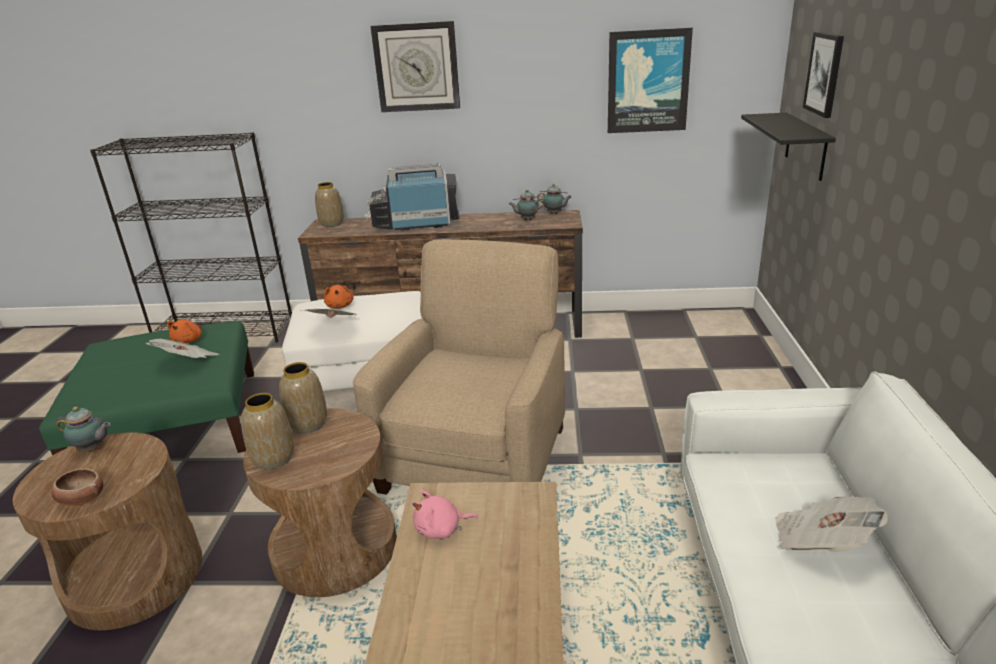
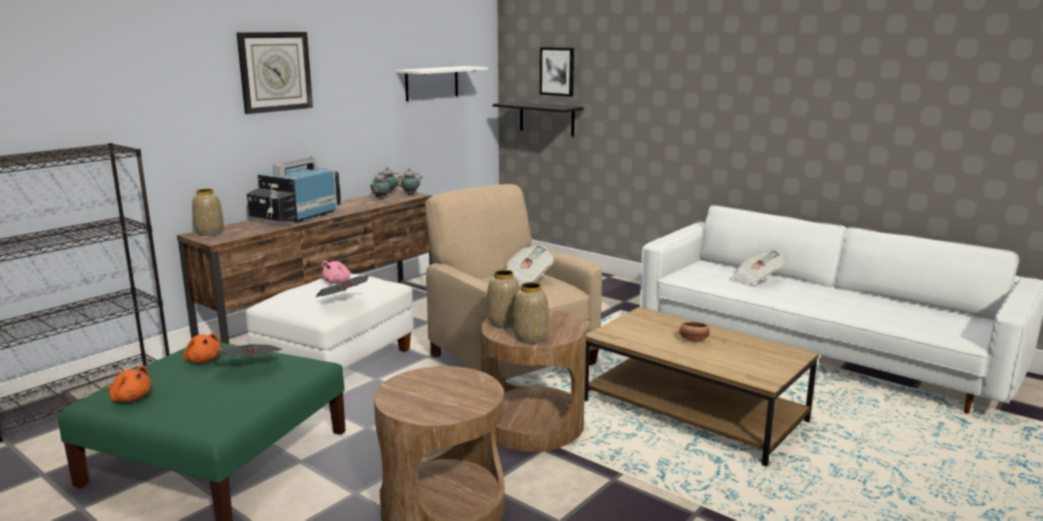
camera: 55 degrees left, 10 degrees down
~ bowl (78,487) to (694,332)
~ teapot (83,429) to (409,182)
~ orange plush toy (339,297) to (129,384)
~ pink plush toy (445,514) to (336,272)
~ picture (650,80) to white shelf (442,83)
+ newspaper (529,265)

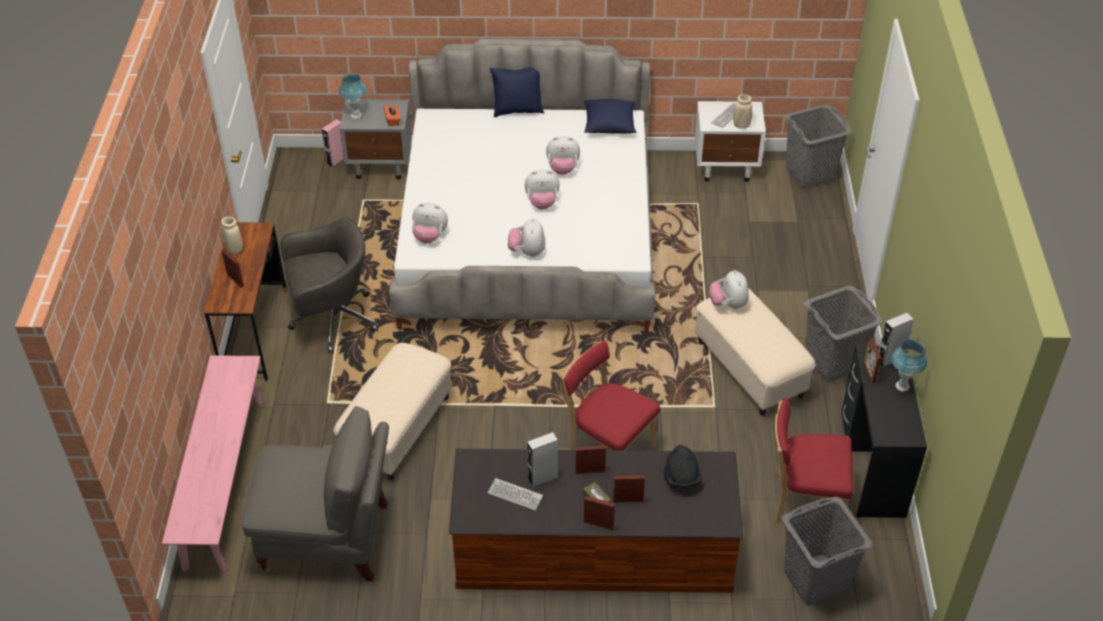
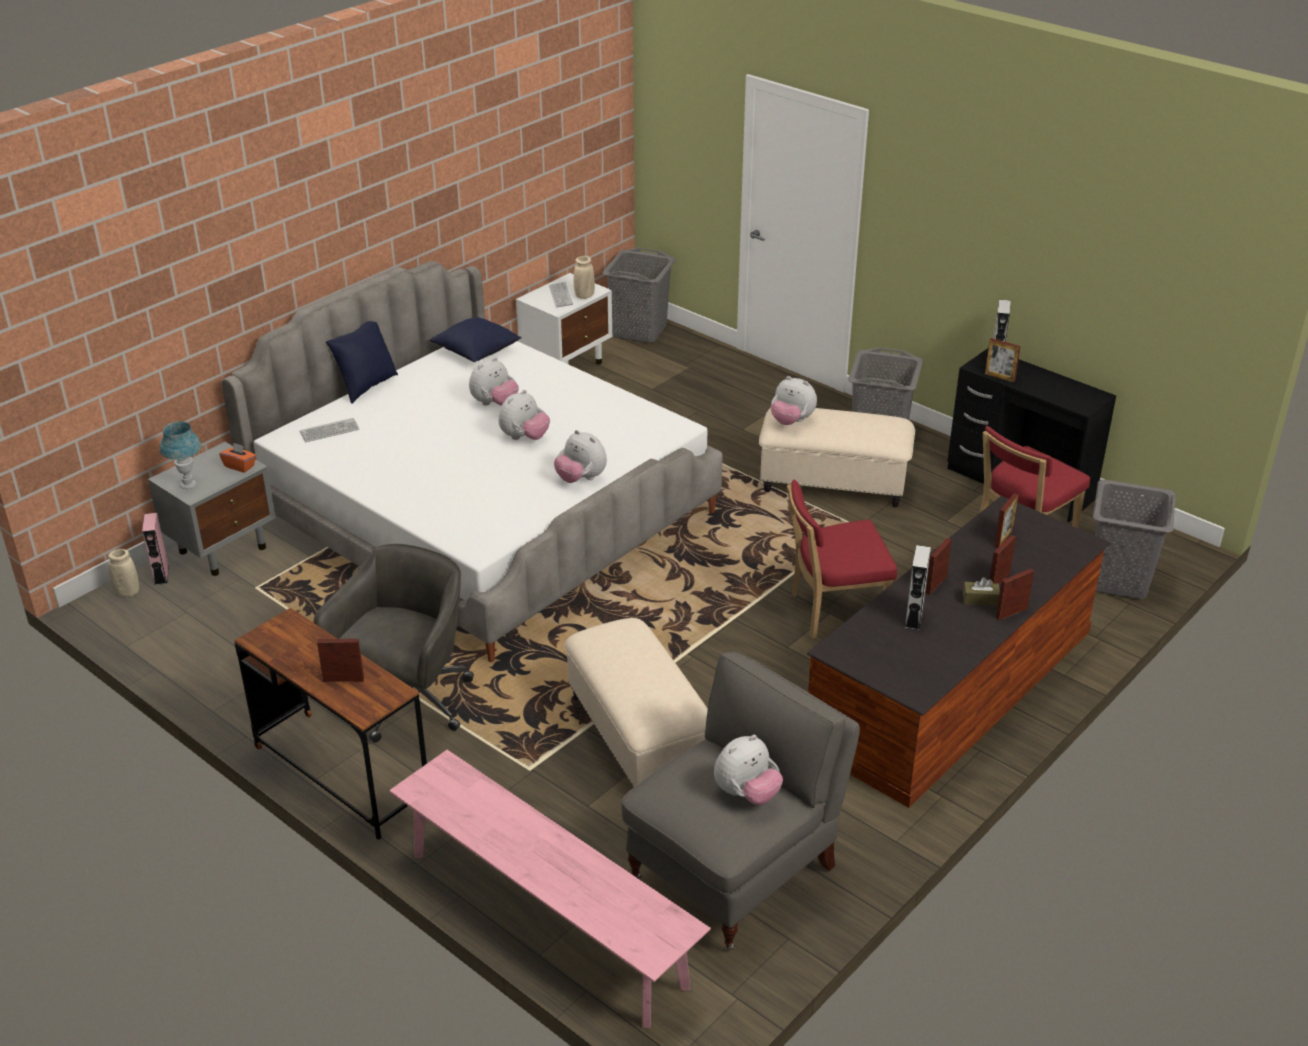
camera: 50 degrees left, 10 degrees down
~ beige vase (232,235) to (123,573)
~ plush toy (430,223) to (748,770)
~ keyboard (515,494) to (329,430)
~ black hat (682,467) to picture frame (1006,520)
- blue table lamp (909,365)

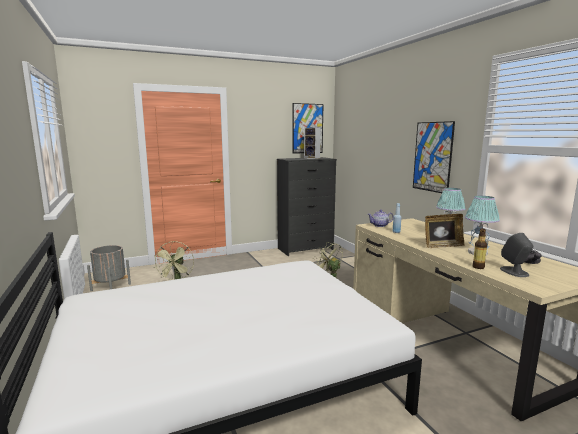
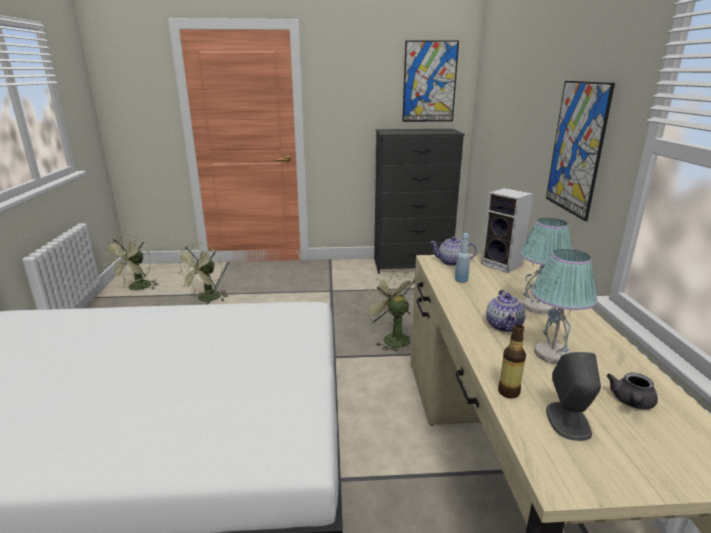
camera: 20 degrees right, 10 degrees up
~ grey planter (109,268) to green fan (131,261)
~ speaker (312,143) to (507,230)
~ picture frame (445,231) to teapot (505,311)

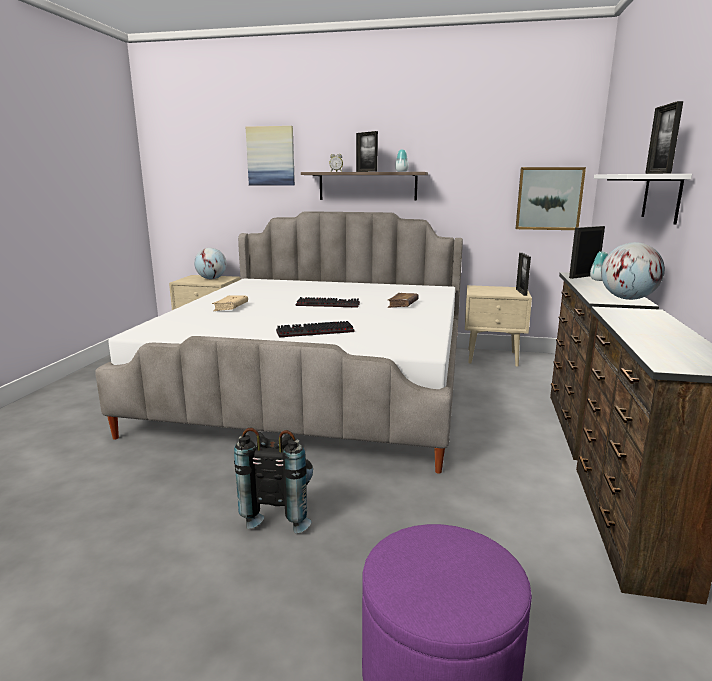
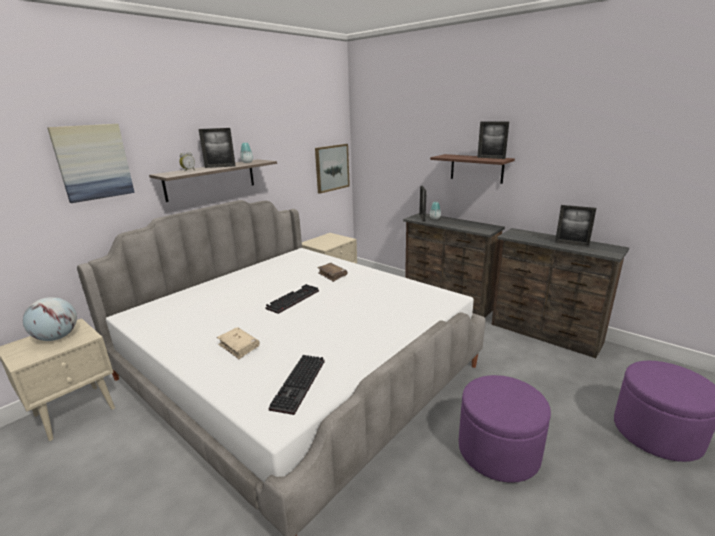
camera: 60 degrees left, 5 degrees up
~ black backpack (273,480) to purple ottoman (505,429)
~ keyboard (315,329) to (297,385)
~ picture frame (523,274) to (575,226)
~ white shelf (643,199) to brown shelf (472,169)
- globe (633,271)

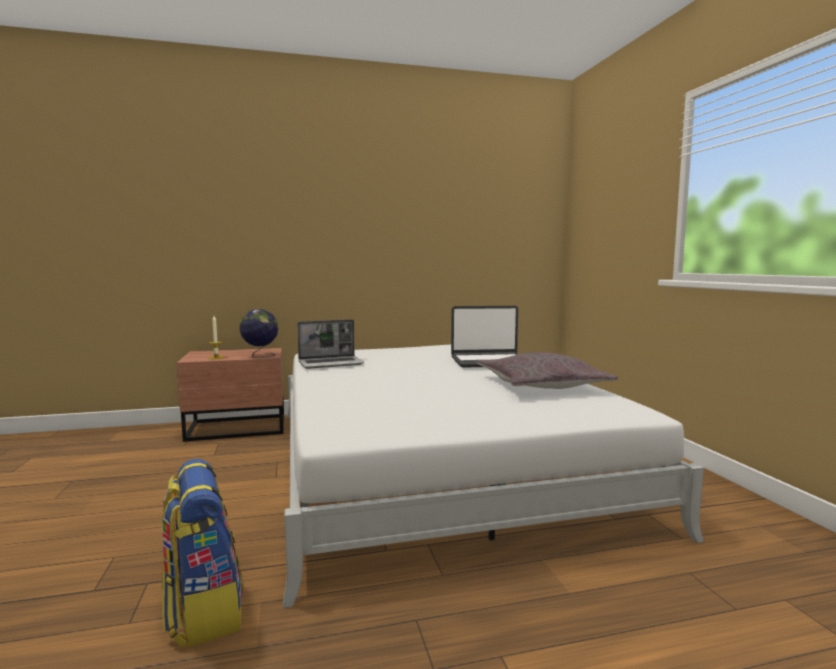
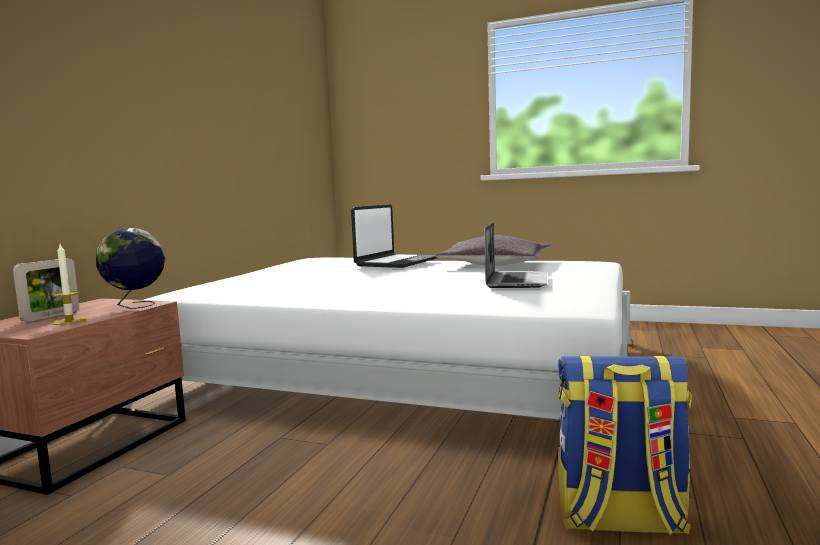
camera: 55 degrees left, 0 degrees up
~ laptop (330,344) to (516,255)
+ picture frame (46,290)

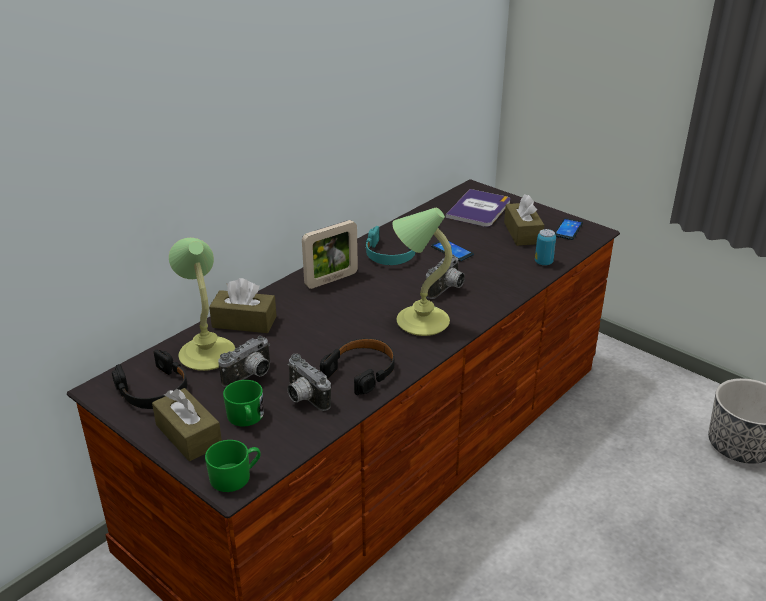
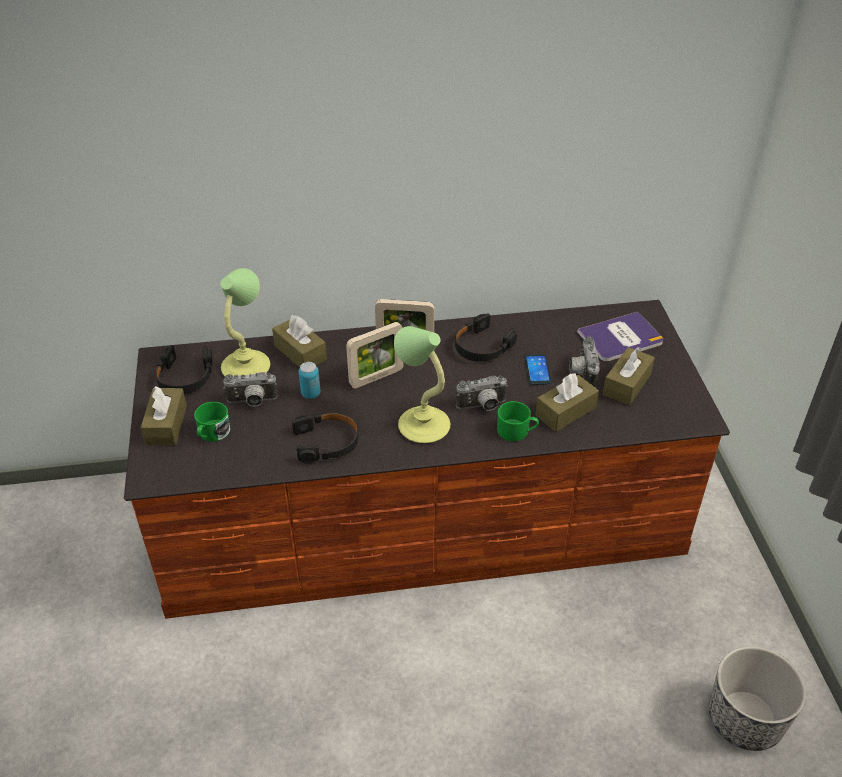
camera: 40 degrees right, 10 degrees up
~ green mug (233,466) to (518,421)
~ photo camera (309,382) to (584,361)
~ turquoise headphones (390,245) to black headphones (486,337)
~ can (545,247) to (309,380)
- phone (569,229)
+ picture frame (375,355)
+ brown tissue box (567,402)

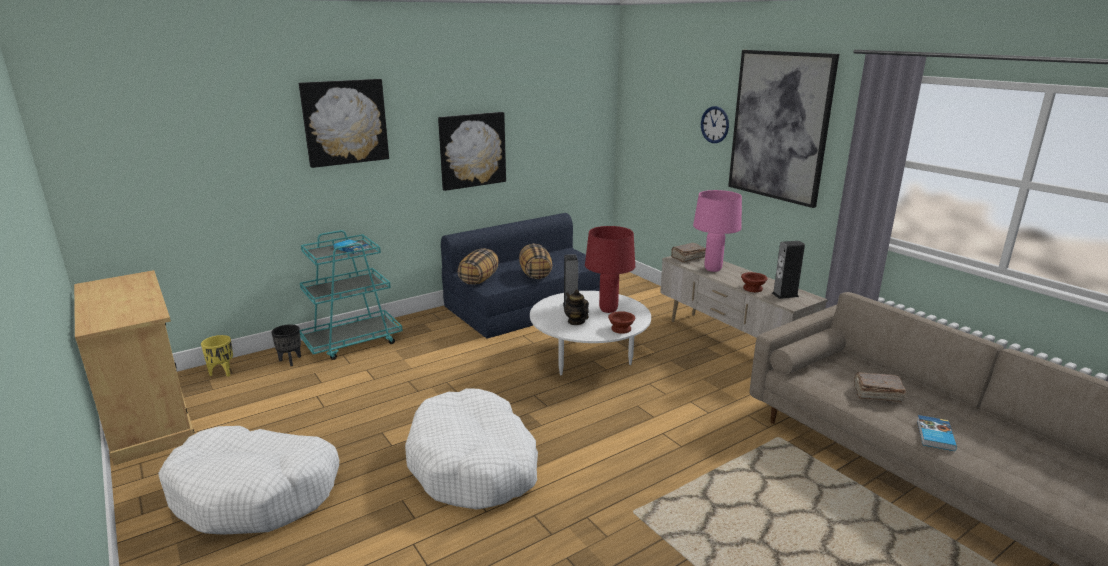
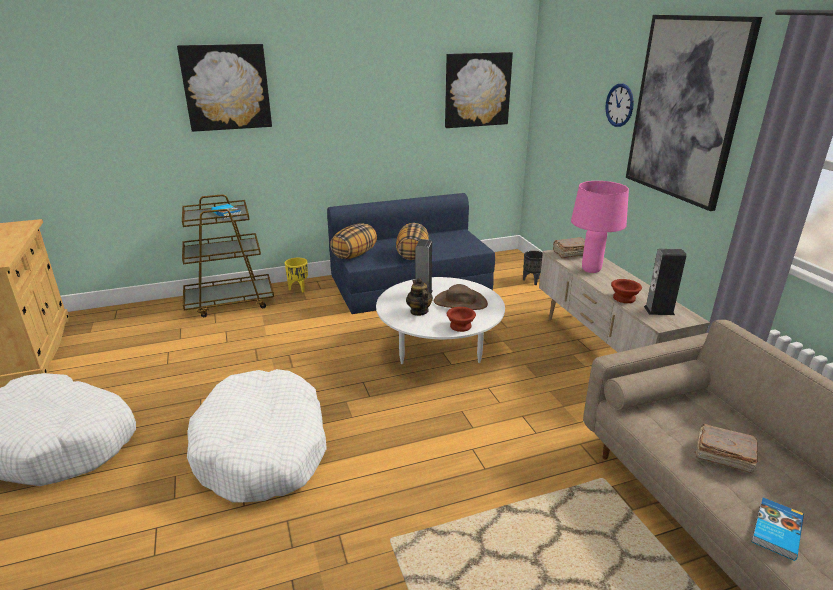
camera: 15 degrees right, 5 degrees up
~ yellow planter (217,356) to (296,275)
~ black planter (286,345) to (533,268)
~ turquoise cart (351,295) to brown cart (228,255)
~ picture (472,151) to (479,90)
~ red table lamp (610,269) to brown hat (461,297)

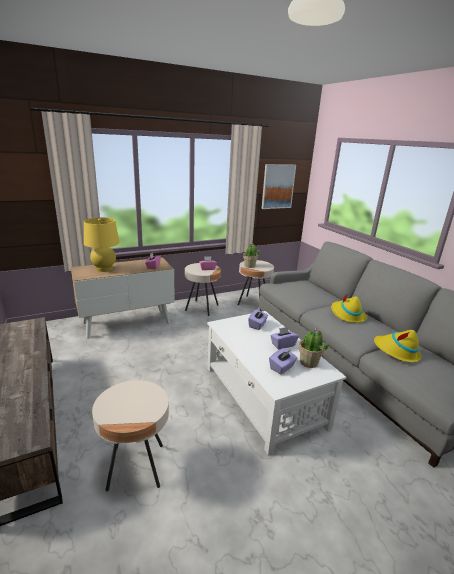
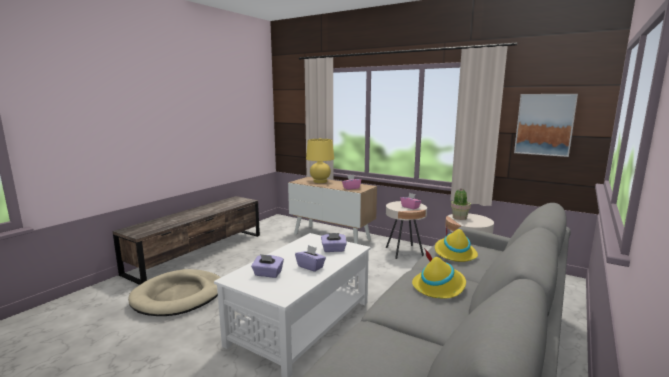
camera: 60 degrees right, 10 degrees down
~ beige side table (130,436) to beige dog bed (174,292)
- potted plant (313,348)
~ yellow hat (397,346) to (456,244)

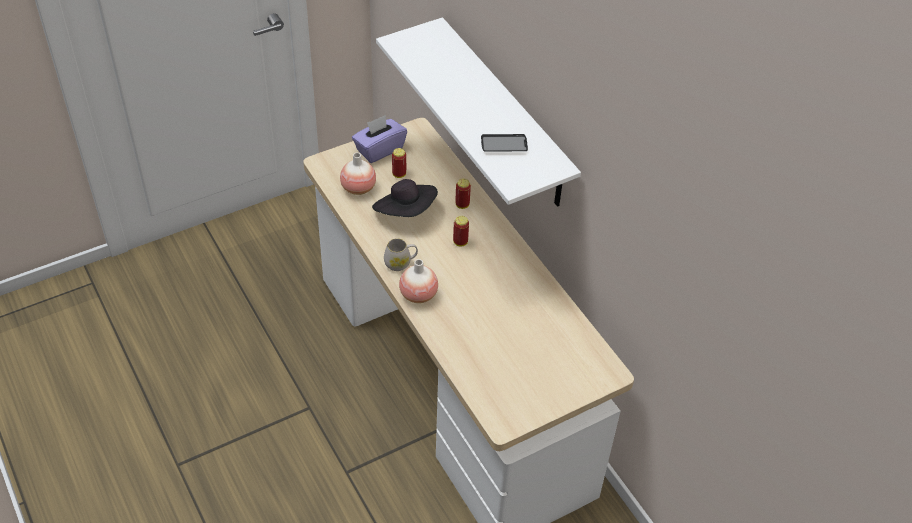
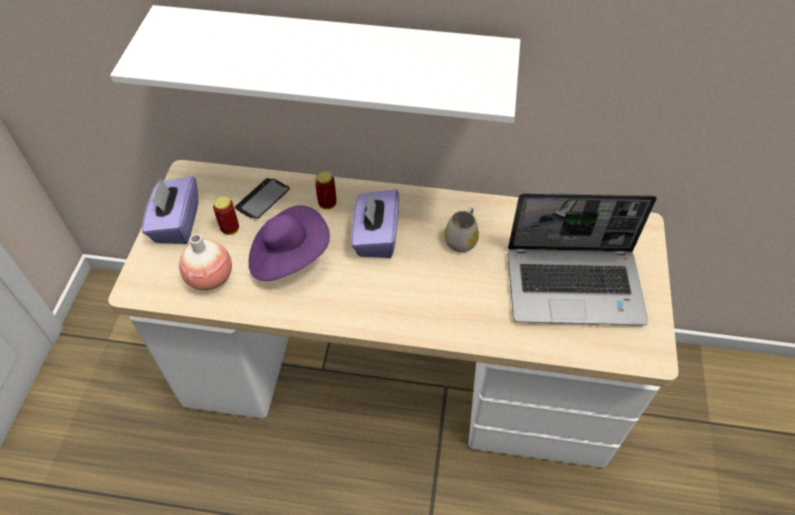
camera: 50 degrees left, 5 degrees up
~ black hat (405,198) to purple hat (289,243)
~ white mug (401,254) to (461,229)
- vase (418,281)
~ can (461,231) to purple tissue box (375,223)
~ phone (504,143) to (262,198)
+ laptop (582,259)

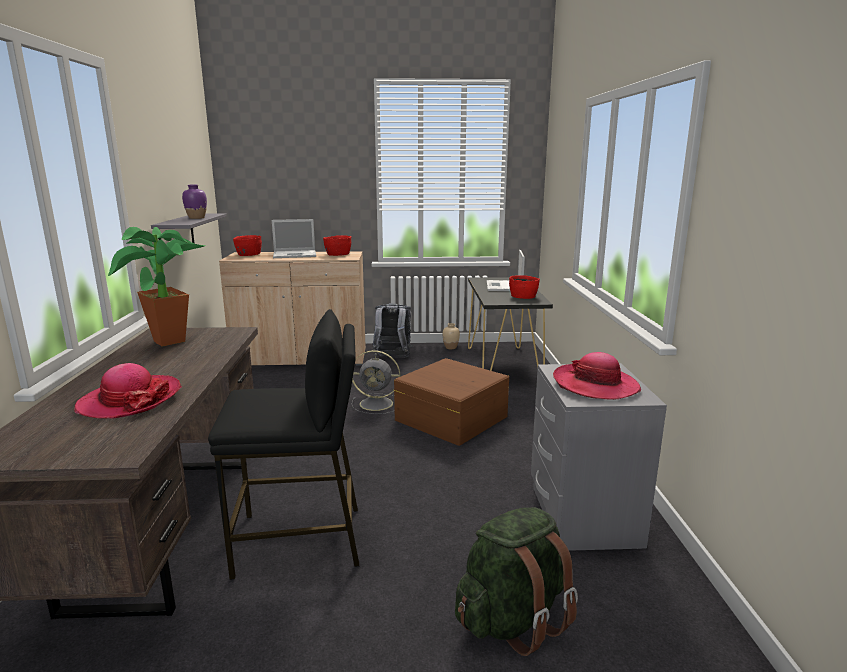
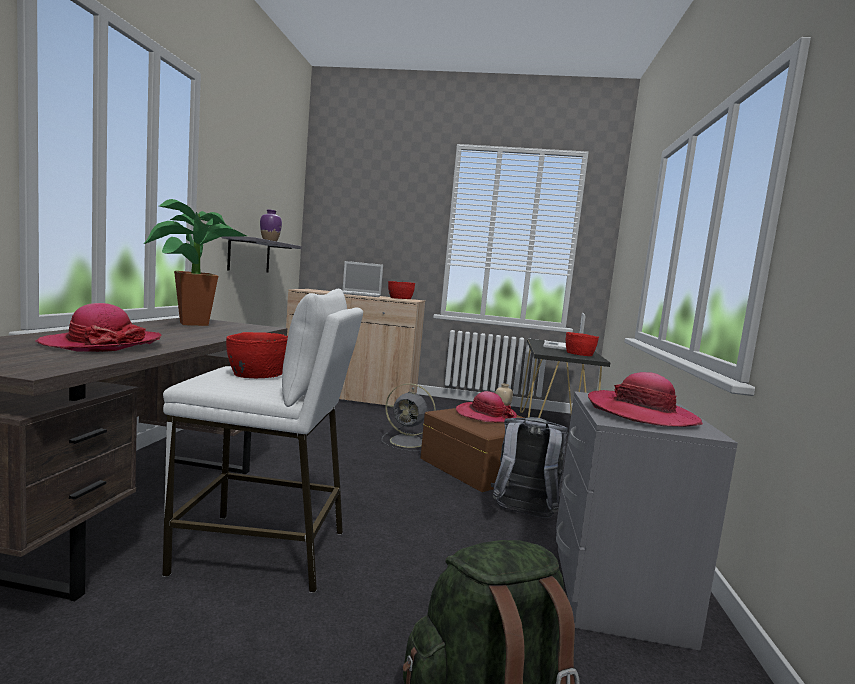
camera: 10 degrees right, 10 degrees down
~ black stool (283,444) to white stool (263,441)
~ red bowl (247,245) to (257,355)
~ grey backpack (392,330) to (529,467)
+ hat (486,407)

